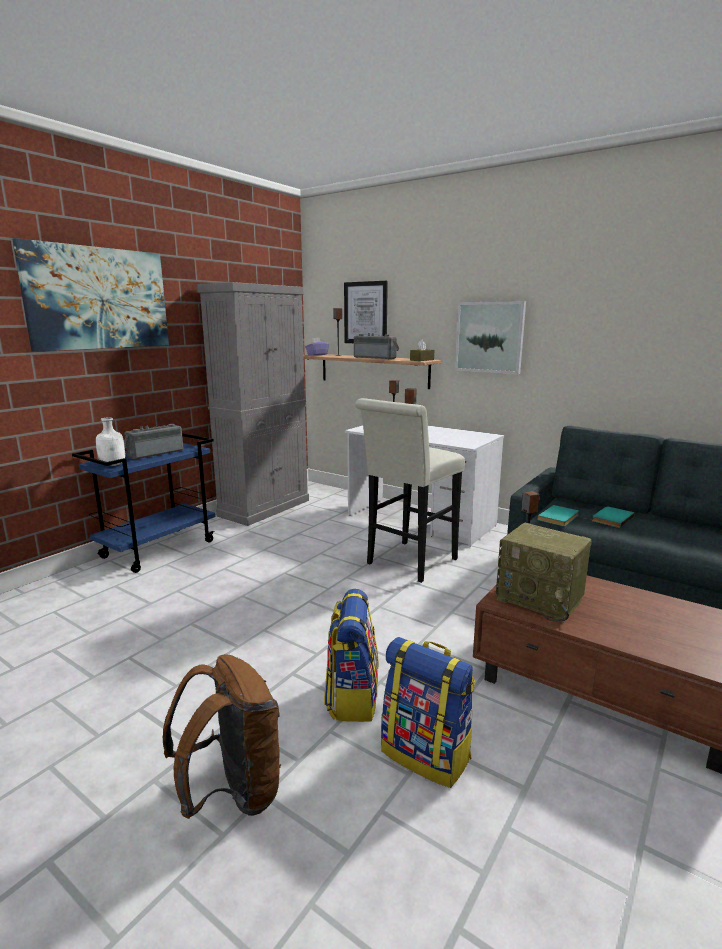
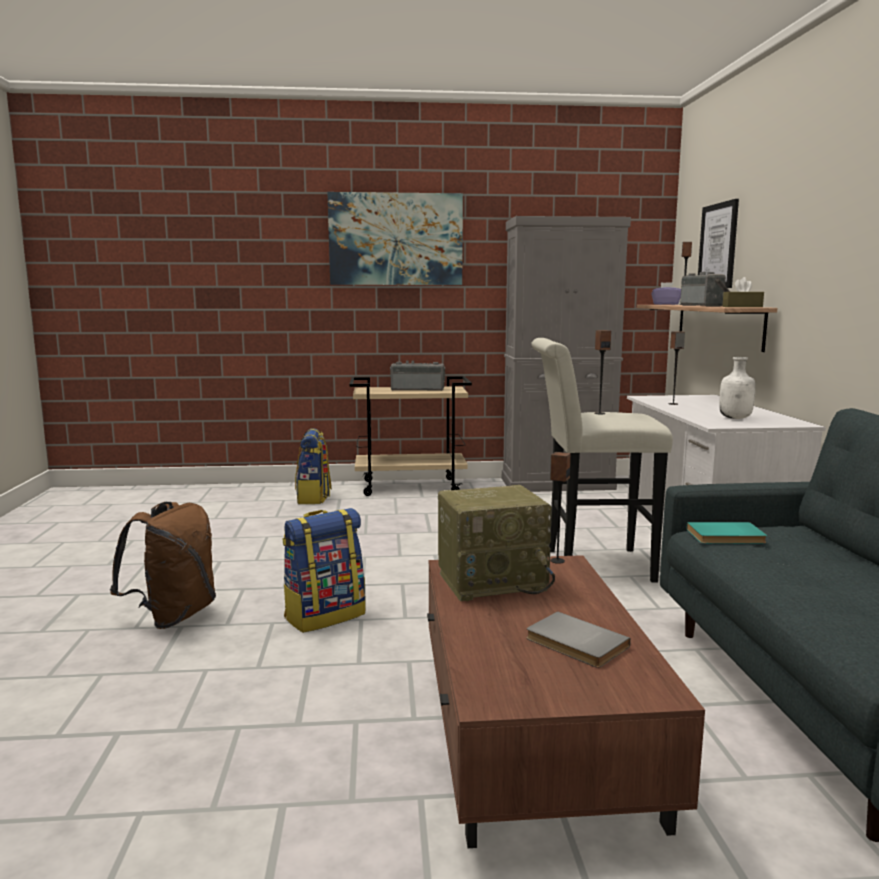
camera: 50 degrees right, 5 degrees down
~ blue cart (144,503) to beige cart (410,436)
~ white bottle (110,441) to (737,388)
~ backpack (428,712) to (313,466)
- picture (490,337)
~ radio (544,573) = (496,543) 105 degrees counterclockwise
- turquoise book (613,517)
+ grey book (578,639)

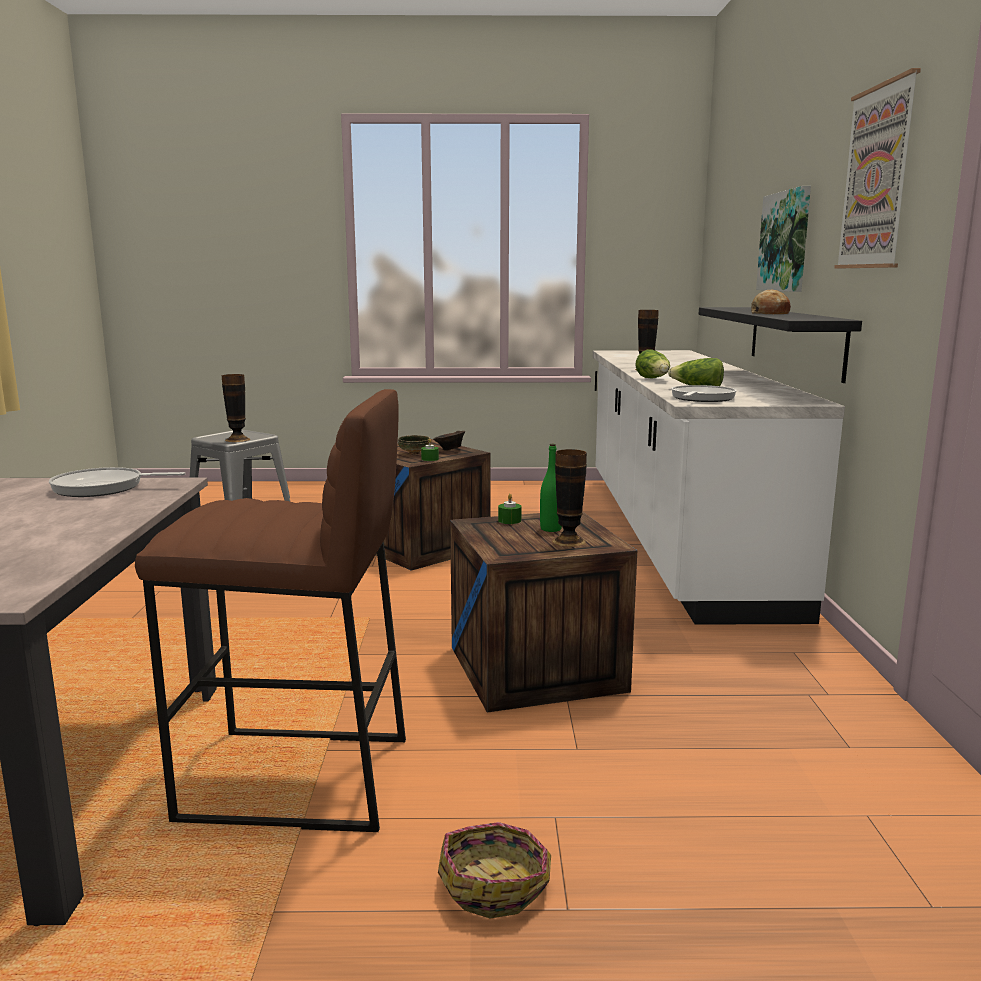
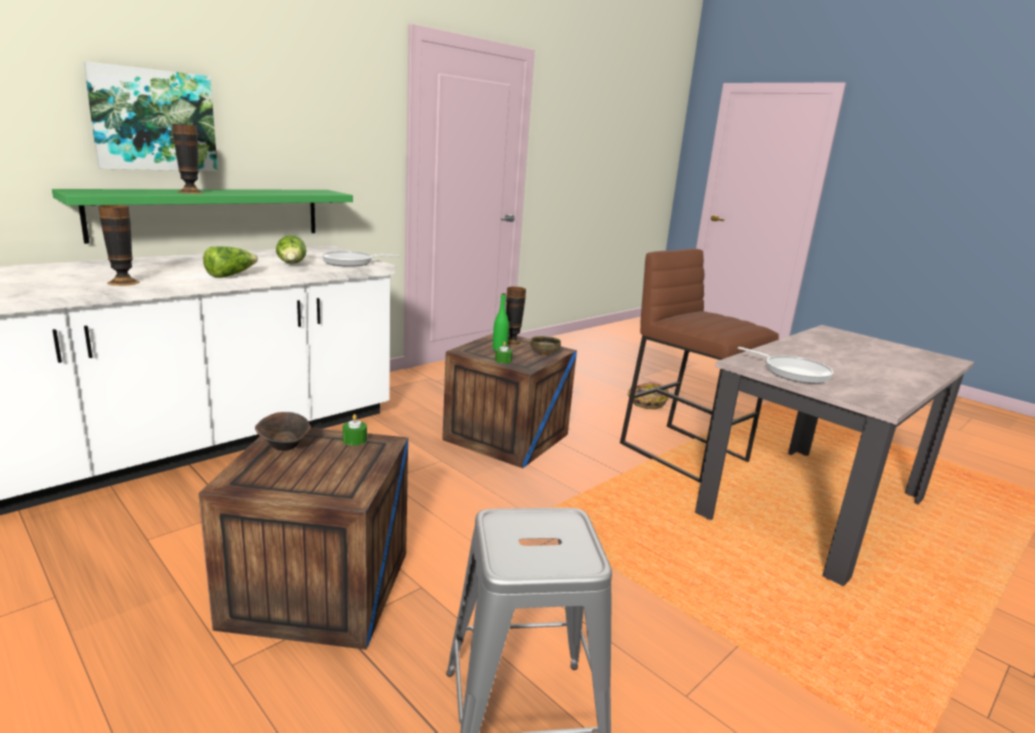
camera: 135 degrees left, 5 degrees up
~ vase (236,408) to (188,159)
~ bowl (414,445) to (545,346)
~ black shelf (780,345) to green shelf (202,216)
- bread (771,302)
- picture (877,168)

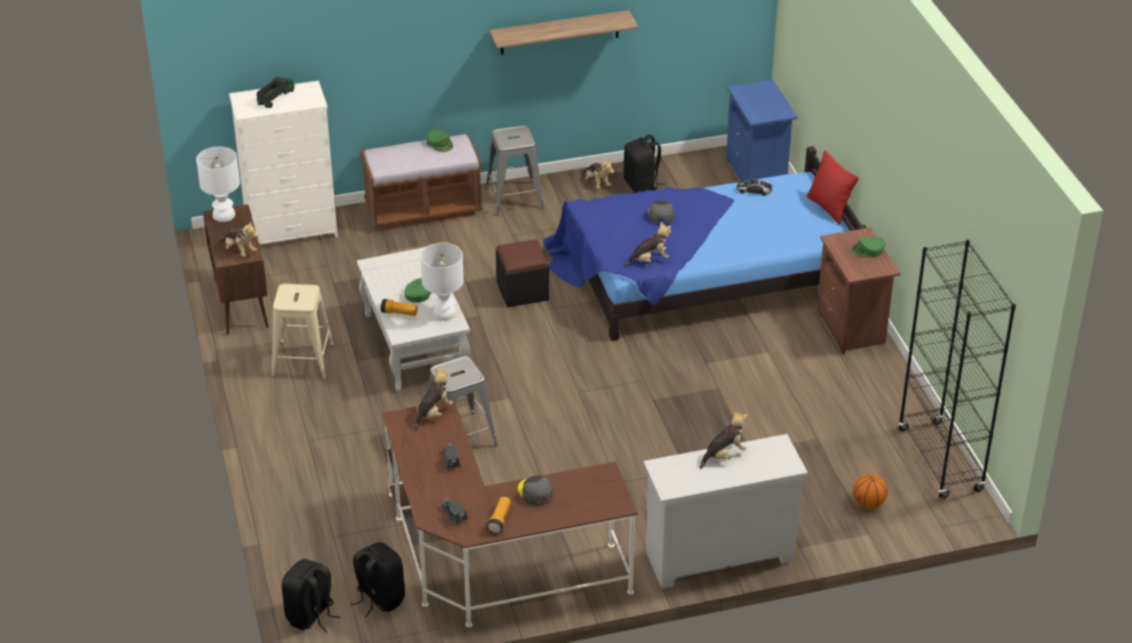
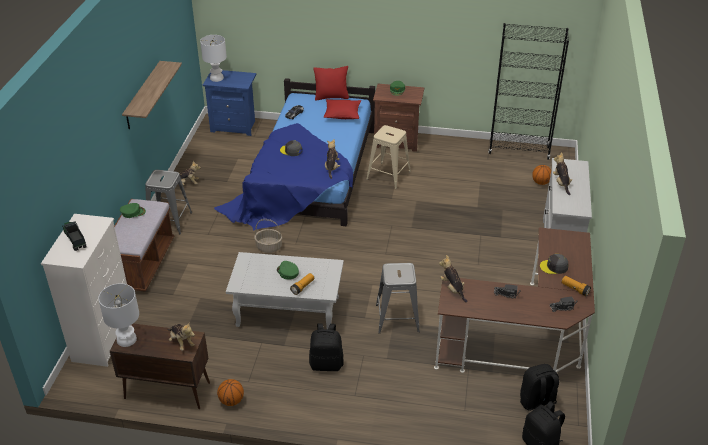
camera: 65 degrees left, 0 degrees up
~ plush toy (239,238) = (181,336) 75 degrees clockwise
~ beige stool (302,331) to (388,157)
~ white table lamp (442,282) to (213,58)
~ black ottoman (522,273) to basket (268,236)
~ black backpack (644,163) to (326,347)
+ basketball (230,392)
+ red pillow (342,109)

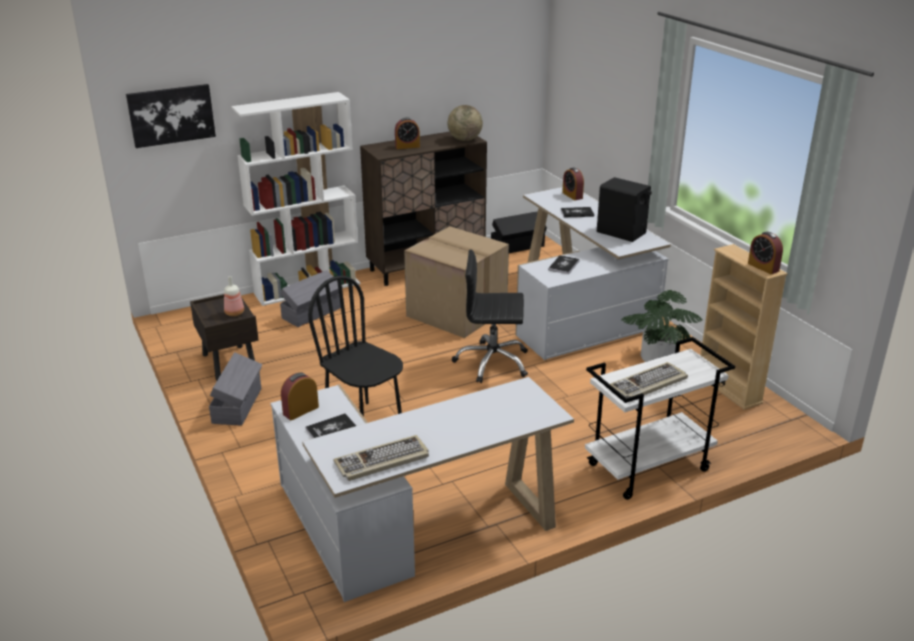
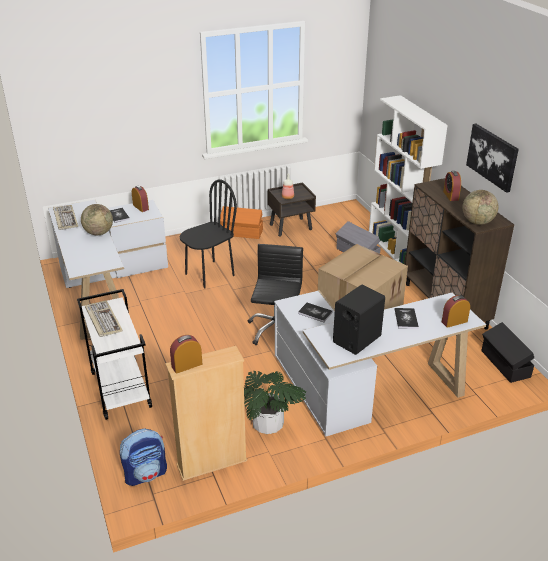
camera: 95 degrees right, 5 degrees up
~ picture (171,116) to (492,158)
~ grey storage box (235,388) to orange storage box (241,222)
+ globe (97,219)
+ backpack (143,457)

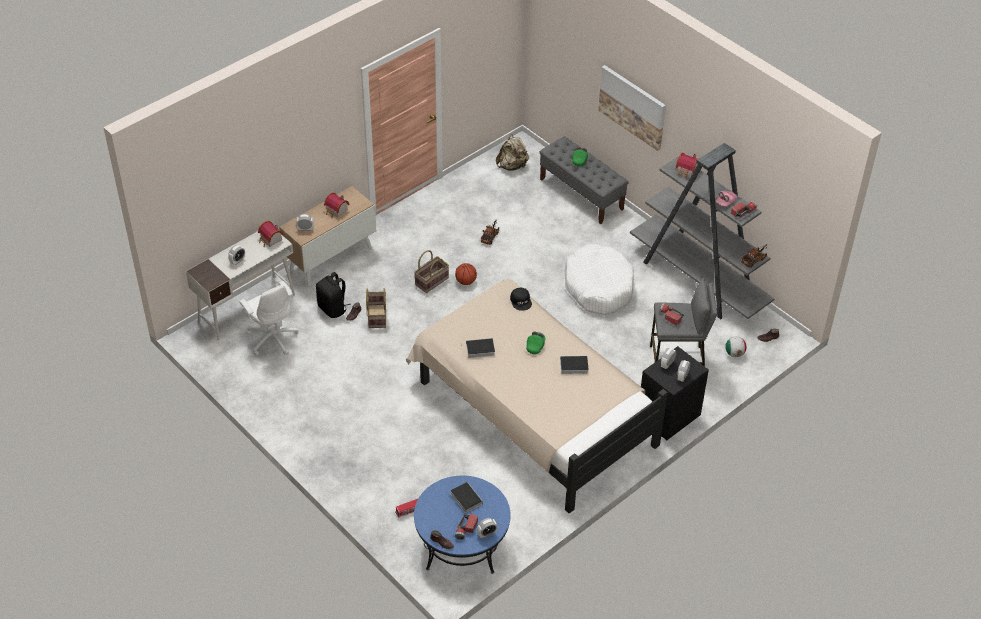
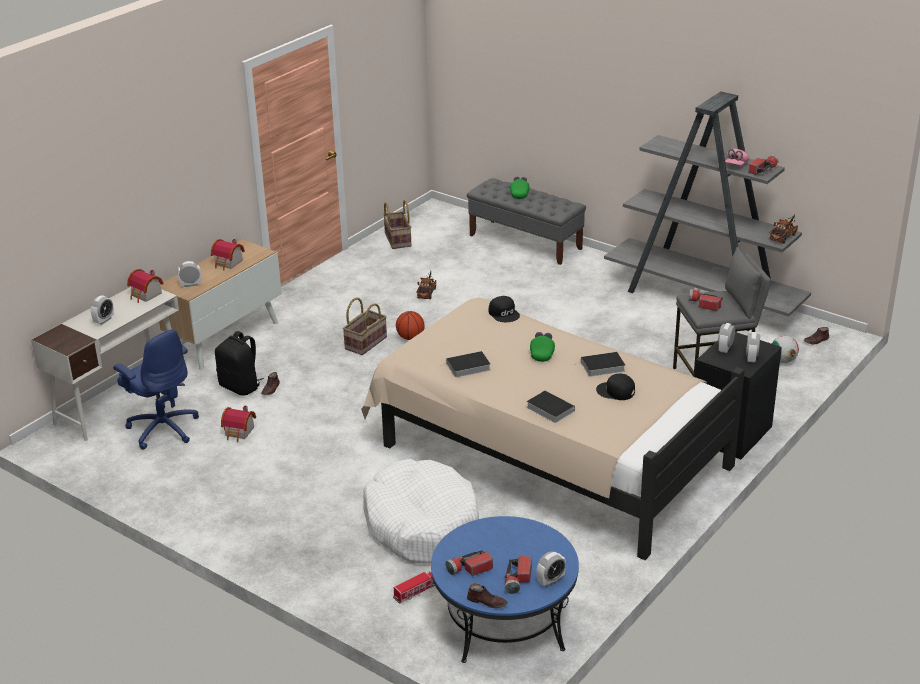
camera: 10 degrees left, 15 degrees down
~ white office chair (269,318) to blue office chair (156,390)
~ basket (376,308) to (397,224)
~ book (466,497) to (551,406)
- beige backpack (512,152)
~ white dog bed (599,279) to (421,511)
- picture (632,108)
~ toy house (687,166) to (238,423)
+ flashlight (469,563)
+ black cap (615,387)

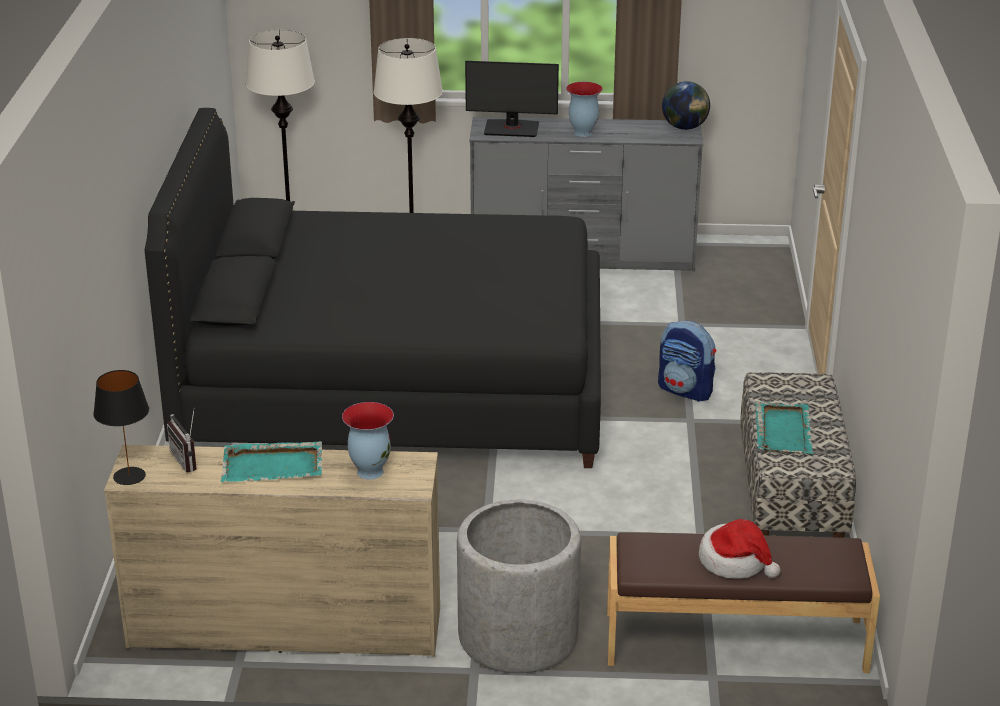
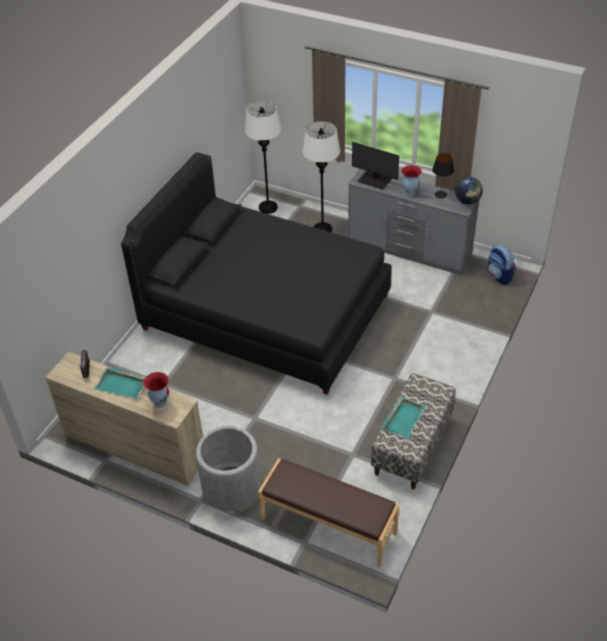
camera: 25 degrees right, 15 degrees up
~ black table lamp (121,427) to (443,176)
~ backpack (687,361) to (501,264)
- hat (739,549)

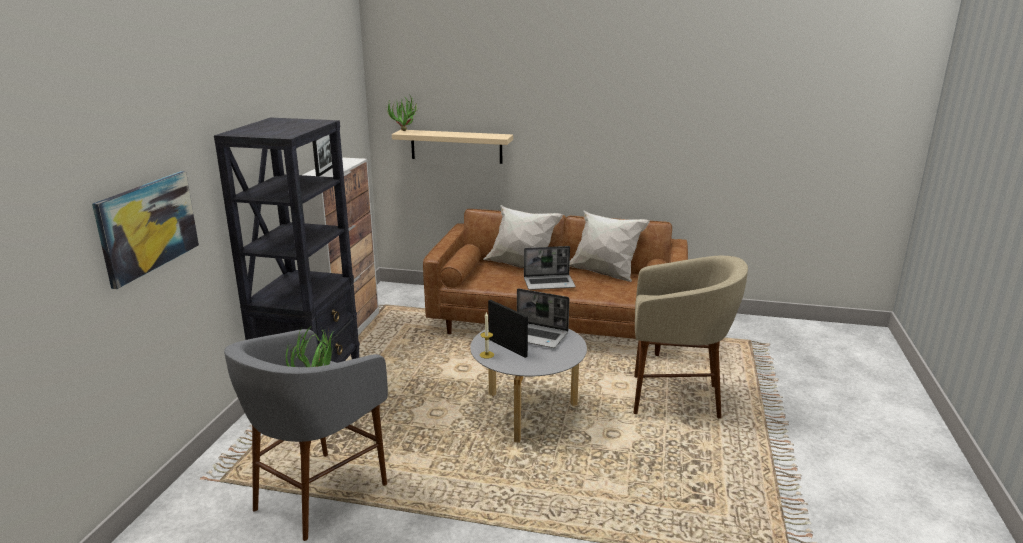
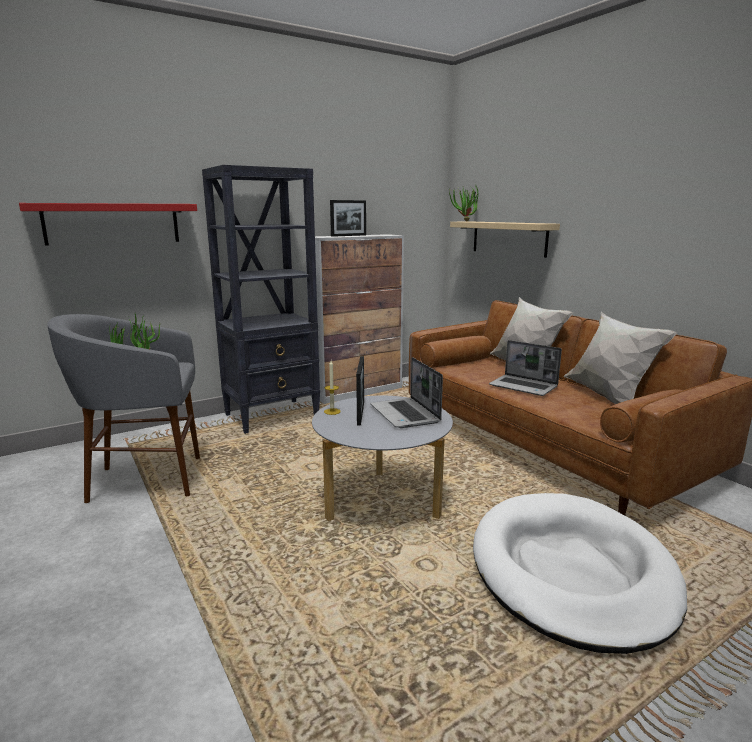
camera: 45 degrees right, 5 degrees down
~ picture (145,230) to red shelf (108,224)
~ beige stool (690,337) to white dog bed (580,573)

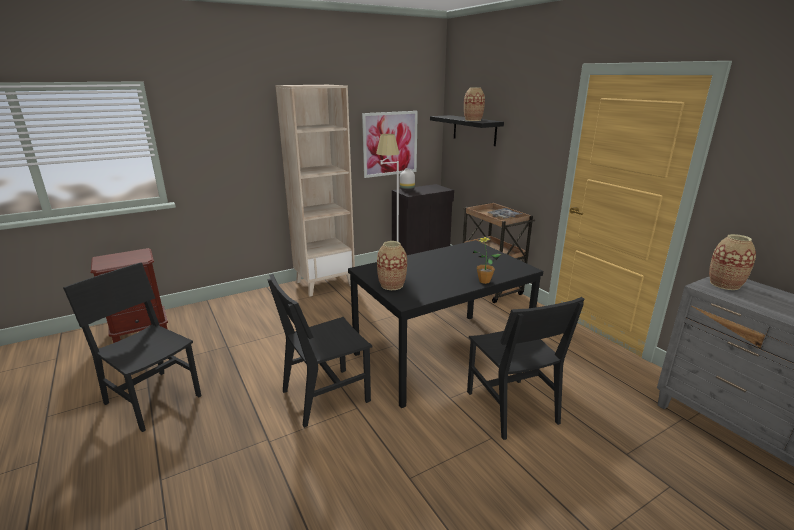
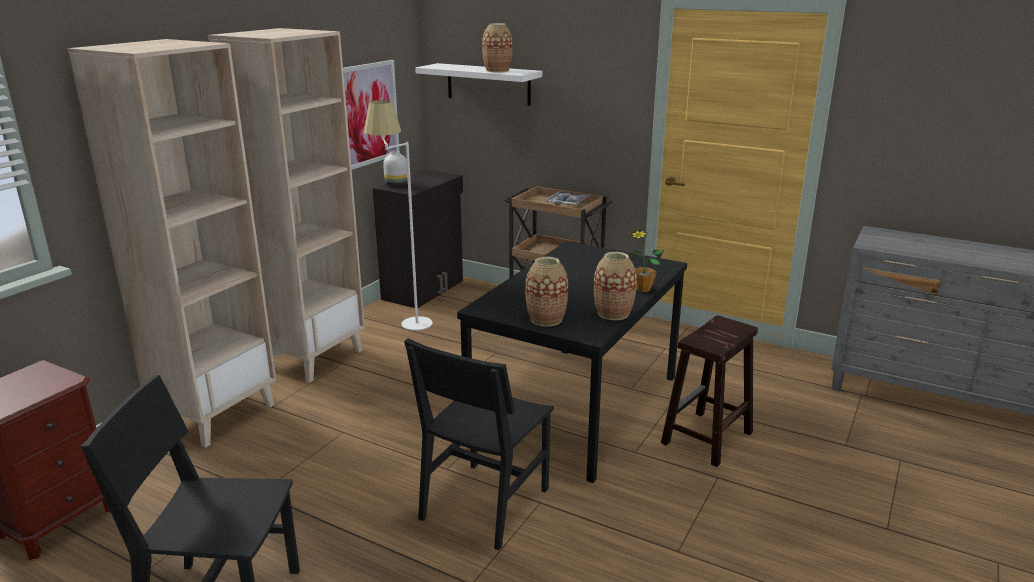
camera: 30 degrees left, 0 degrees up
~ black shelf (467,130) to white shelf (478,84)
~ black chair (526,368) to brown stool (709,391)
~ vase (732,262) to (615,286)
+ beige bookcase (172,243)

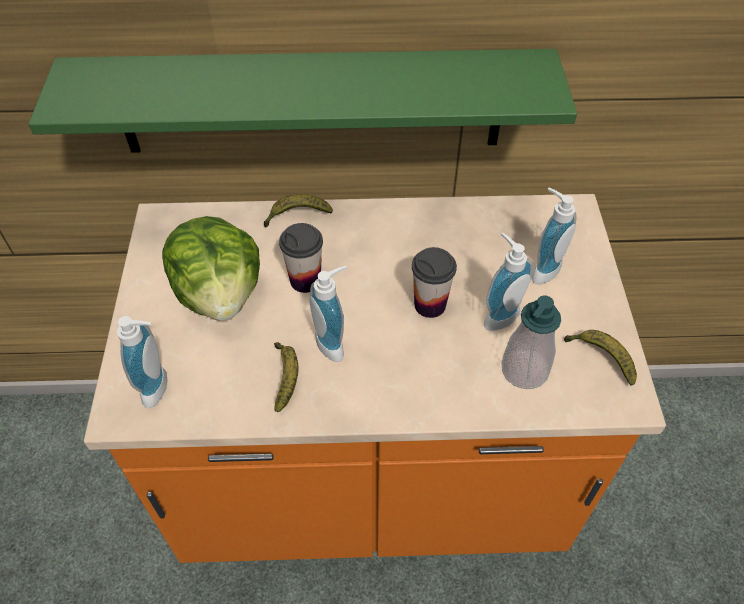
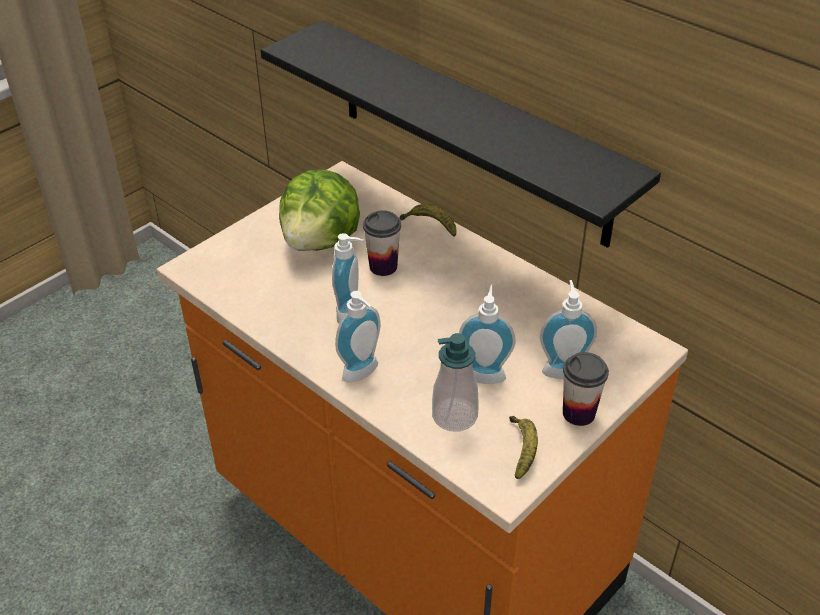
camera: 45 degrees right, 10 degrees down
~ green shelf (303,101) to black shelf (461,134)
~ soap dispenser (142,362) to (358,336)
- banana (286,377)
~ cup (434,282) to (586,389)

